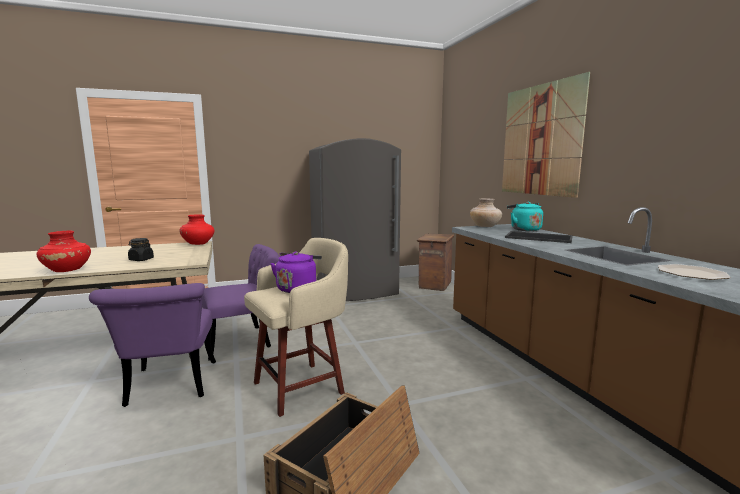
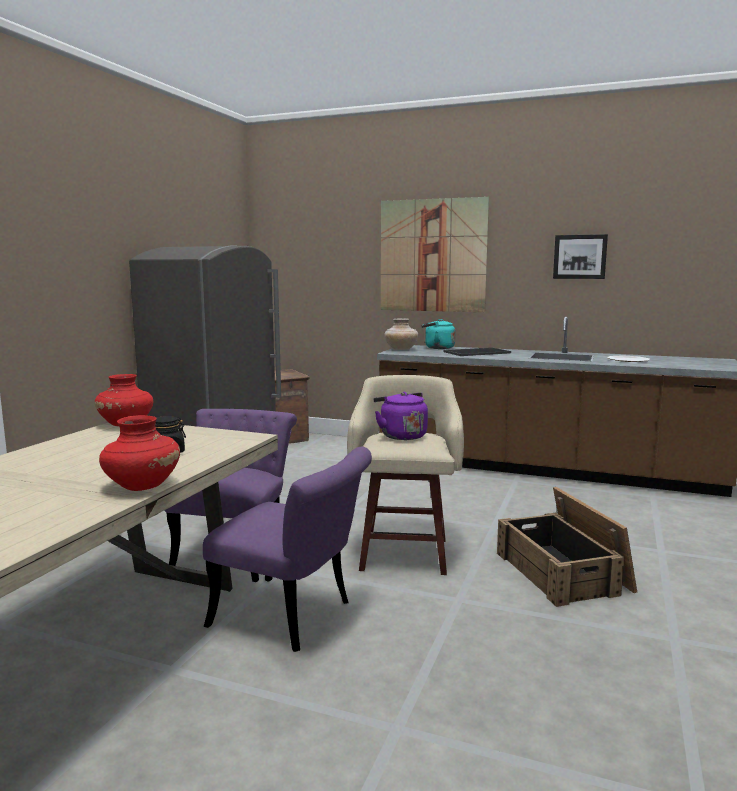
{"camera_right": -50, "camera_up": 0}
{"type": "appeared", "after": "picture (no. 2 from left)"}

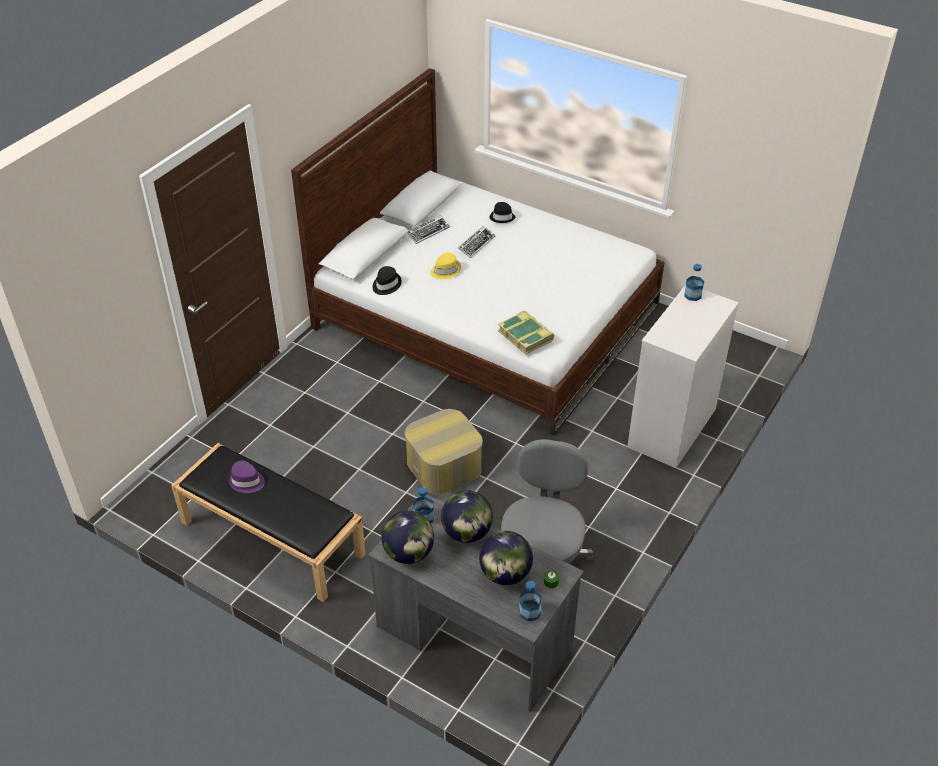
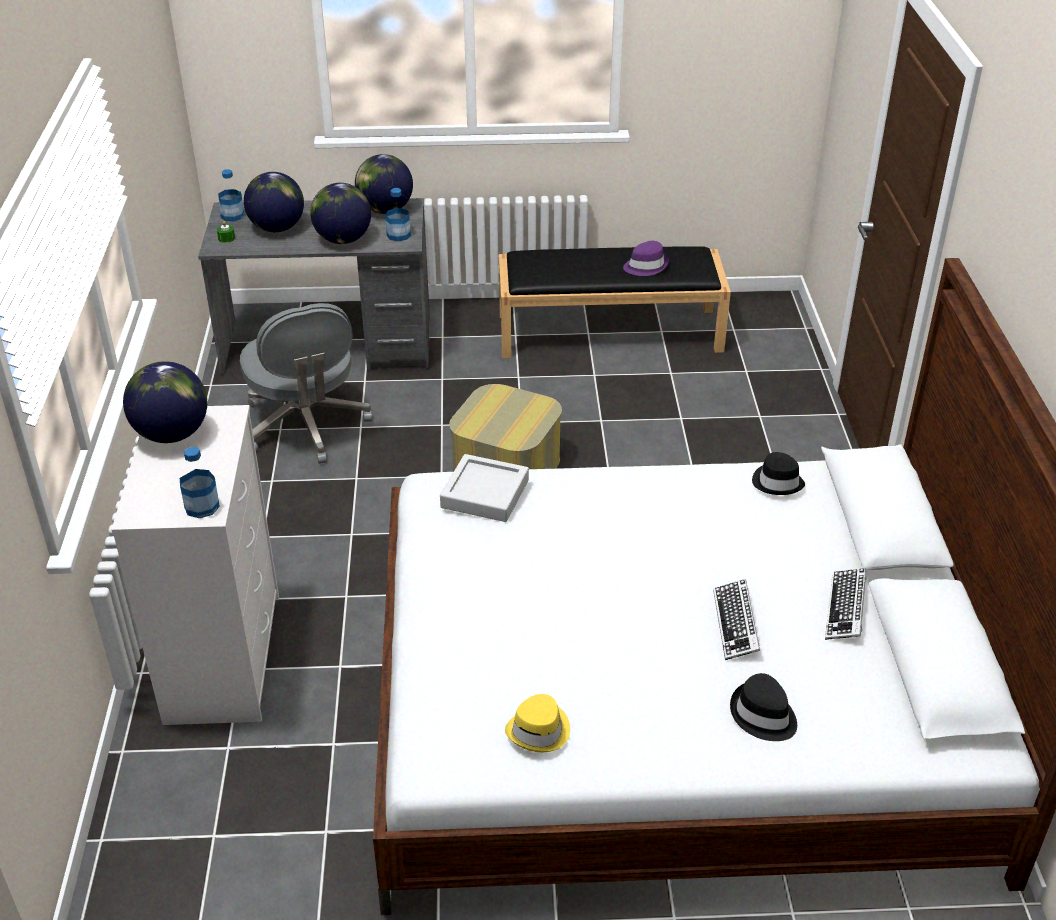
{"camera_right": 145, "camera_up": -5}
{"type": "appeared", "after": "world globe (no. 1 from left)"}
{"type": "relocated", "before": "yellow hat"}
{"type": "exchanged", "before": "book", "after": "greyish carrying tray"}

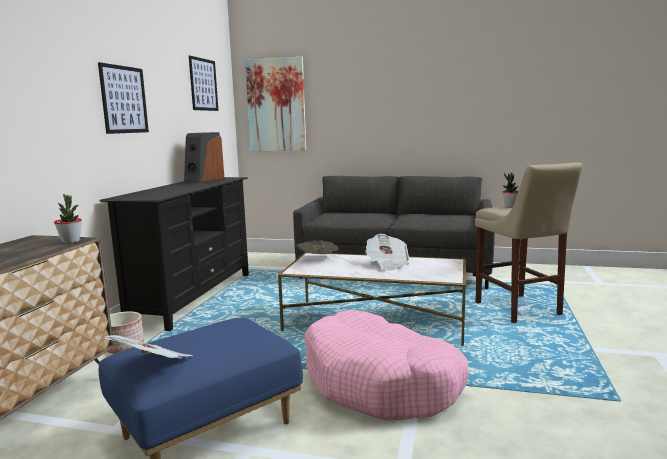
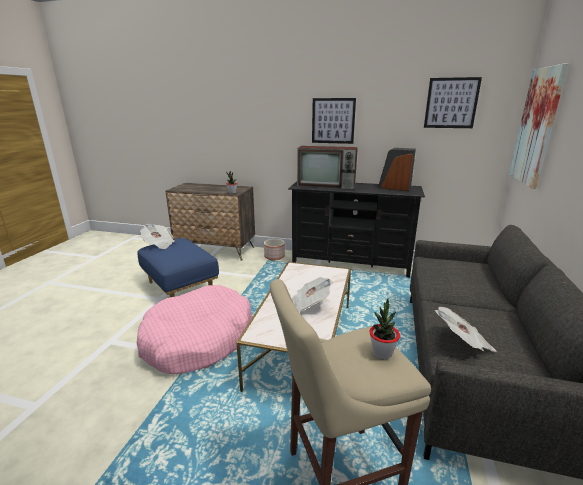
{"camera_right": 90, "camera_up": 10}
{"type": "appeared", "after": "TV set"}
{"type": "relocated", "before": "daily paper (no. 2 from left in the first image)", "after": "daily paper (no. 3 from left)"}

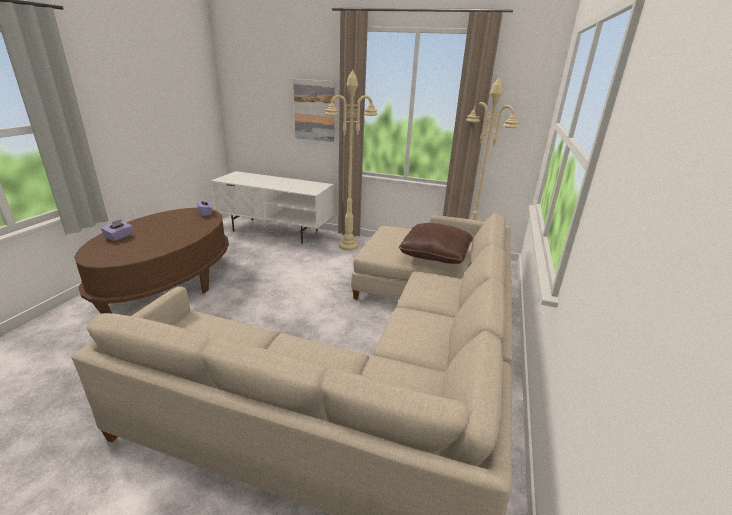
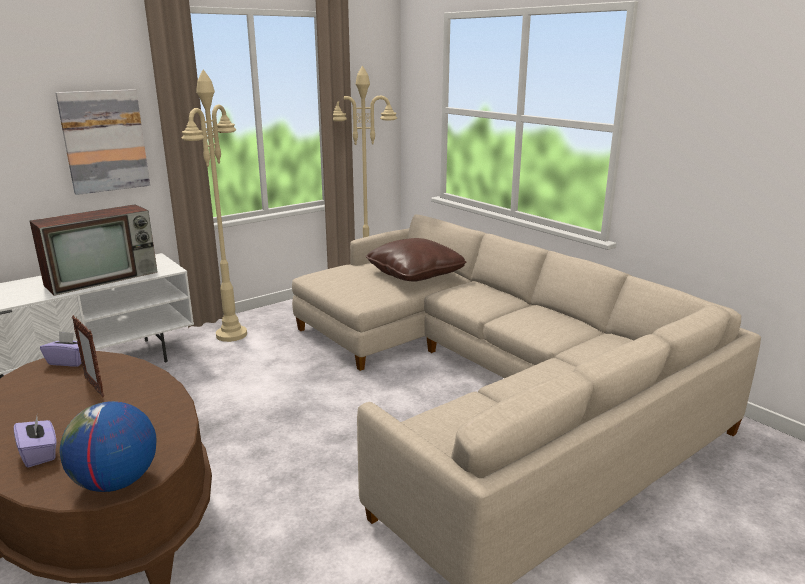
{"camera_right": -55, "camera_up": -5}
{"type": "appeared", "after": "TV set"}
{"type": "appeared", "after": "world globe"}
{"type": "appeared", "after": "photo frame"}

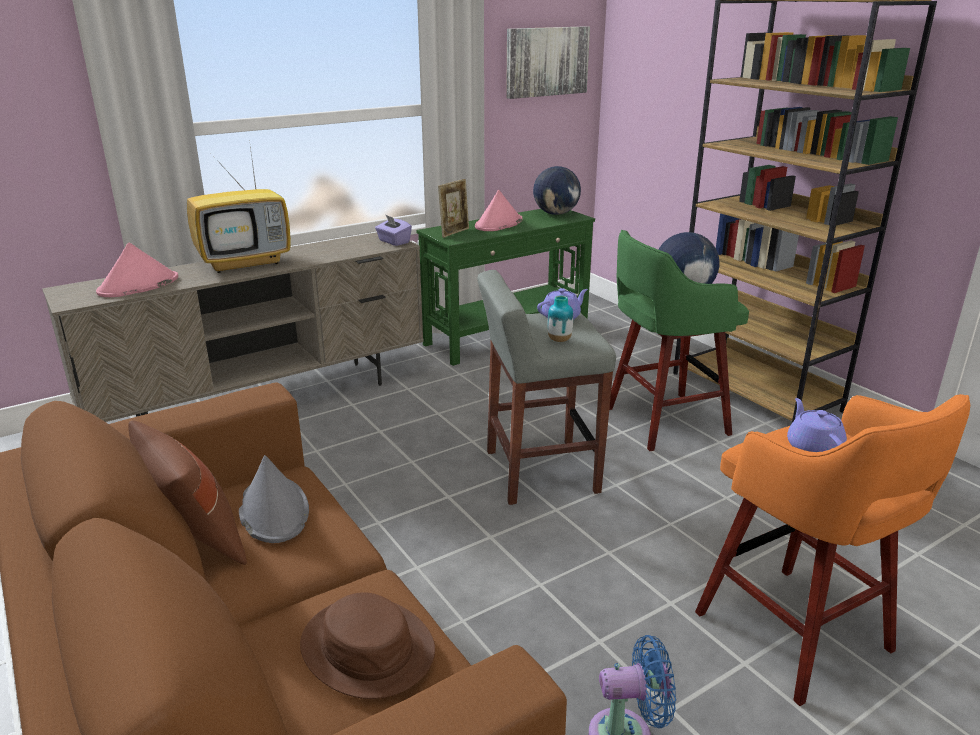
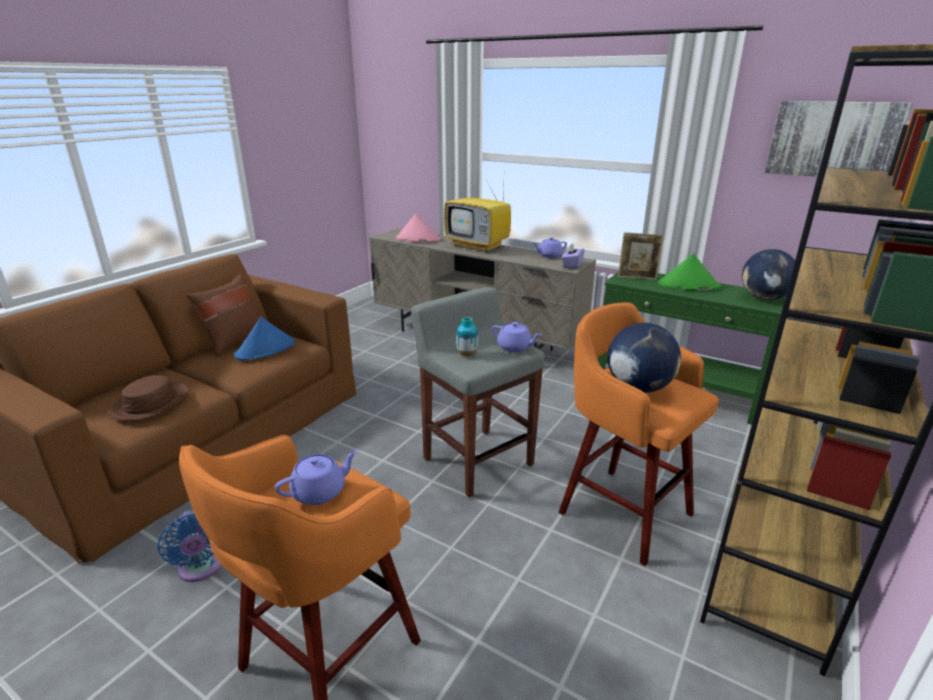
{"camera_right": 65, "camera_up": 0}
{"type": "appeared", "after": "purple teapot (no. 3 from left)"}
{"type": "colour", "before": "greyish hat", "after": "blue-coloured hat"}
{"type": "colour", "before": "pinkish hat (no. 2 from left)", "after": "green hat"}
{"type": "colour", "before": "green stool seat", "after": "orange stool seat (no. 2 from left)"}

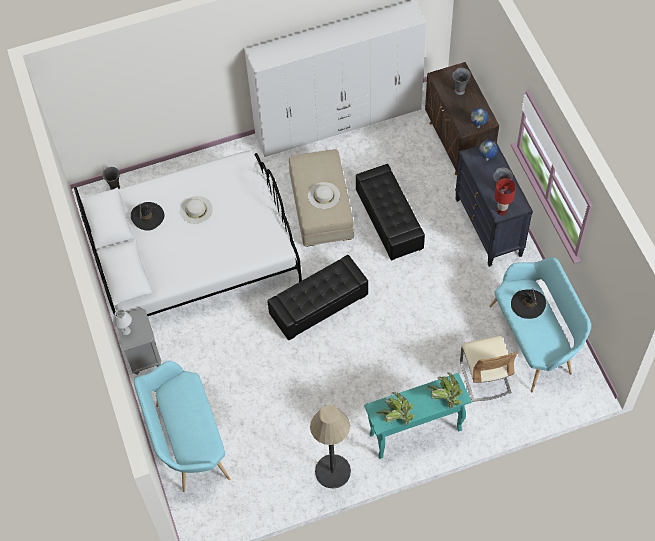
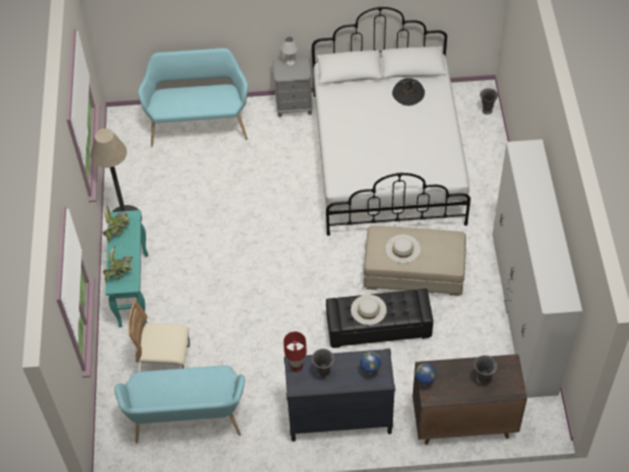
{"camera_right": 105, "camera_up": -5}
{"type": "missing", "before": "blackish ottoman (no. 1 from left)"}
{"type": "missing", "before": "blackish hat (no. 2 from left)"}
{"type": "relocated", "before": "white-coloured hat (no. 1 from left)"}

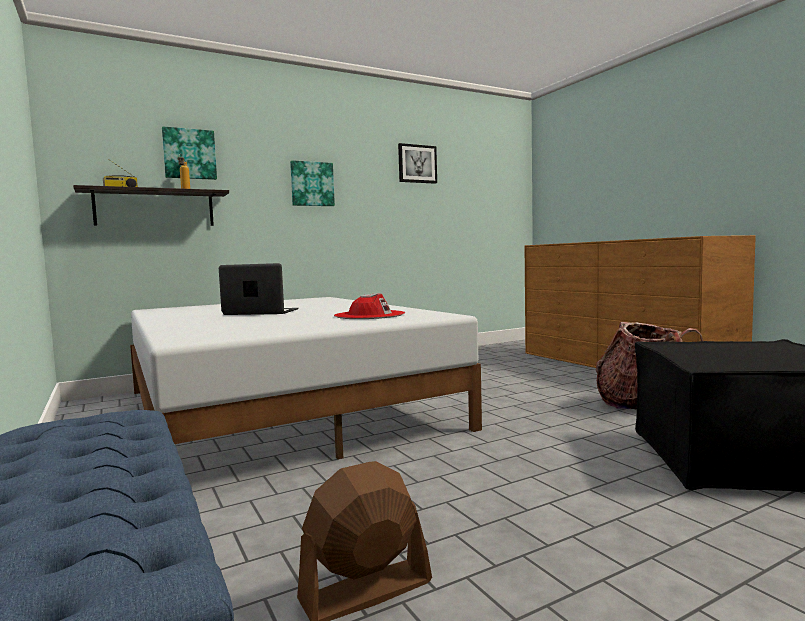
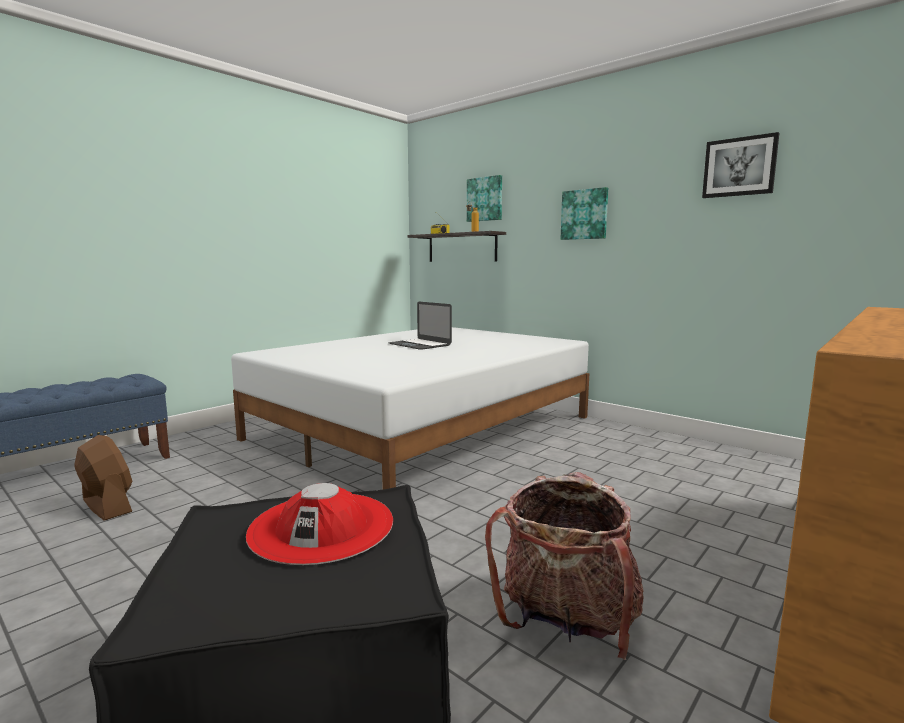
{"camera_right": 70, "camera_up": 5}
{"type": "relocated", "before": "reddish hat"}
{"type": "spun", "before": "laptop", "turn": 150}

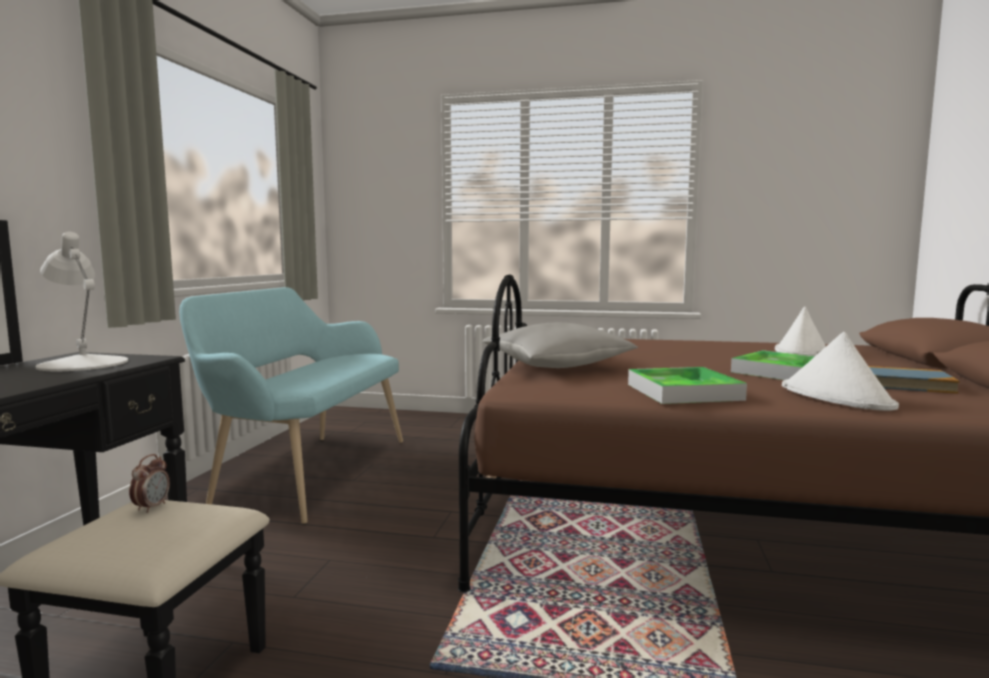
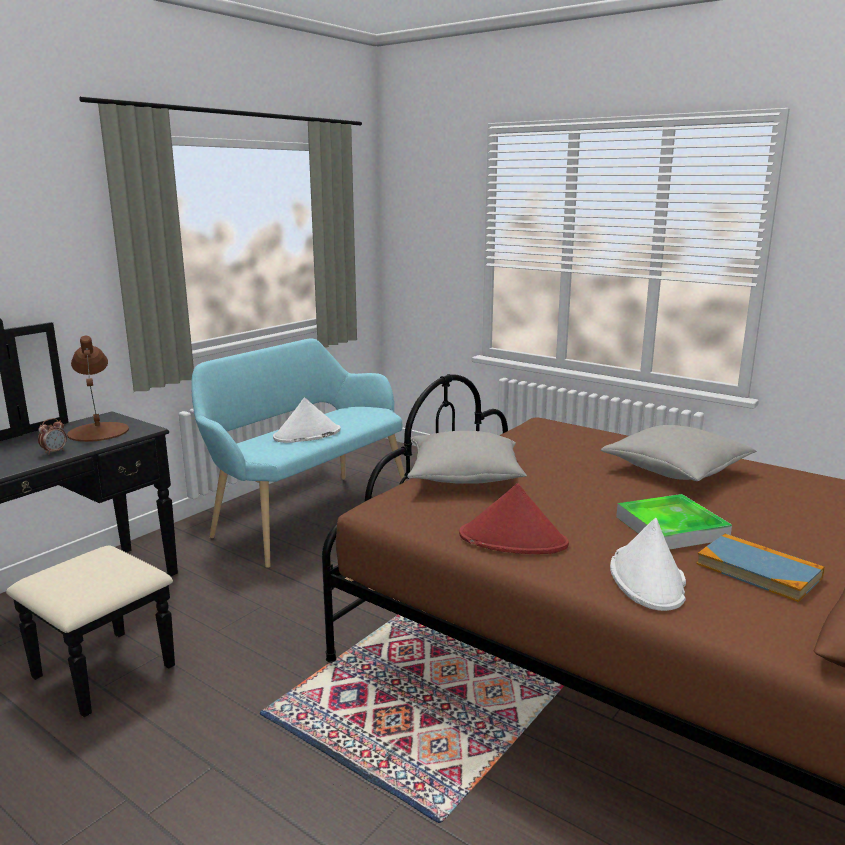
{"camera_right": 25, "camera_up": 10}
{"type": "appeared", "after": "greyish pillow (no. 2 from left)"}
{"type": "relocated", "before": "table clock"}
{"type": "relocated", "before": "white-coloured hat (no. 1 from left)"}
{"type": "exchanged", "before": "carrying tray (no. 1 from left)", "after": "reddish hat"}
{"type": "colour", "before": "white-coloured table lamp", "after": "brown-coloured table lamp"}

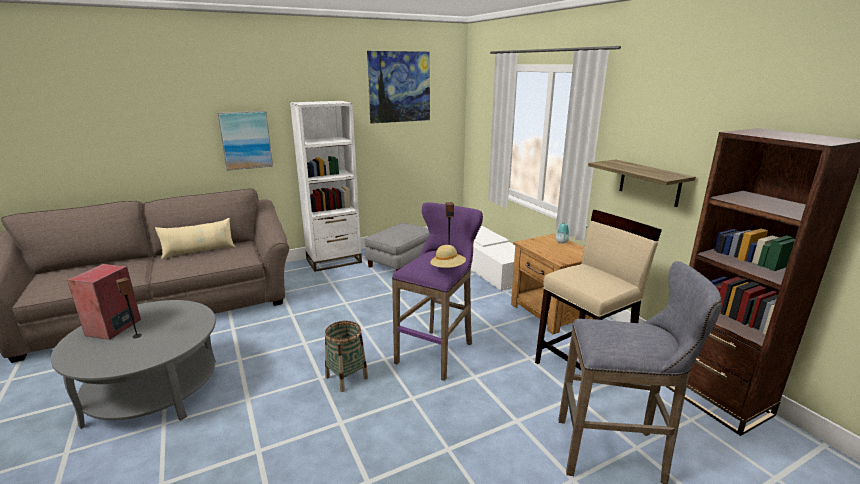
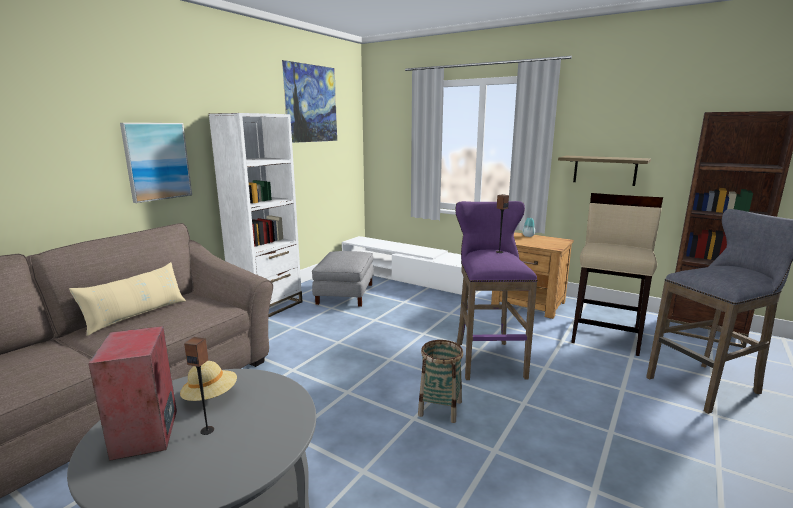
{"camera_right": -30, "camera_up": -5}
{"type": "relocated", "before": "sand-coloured hat"}

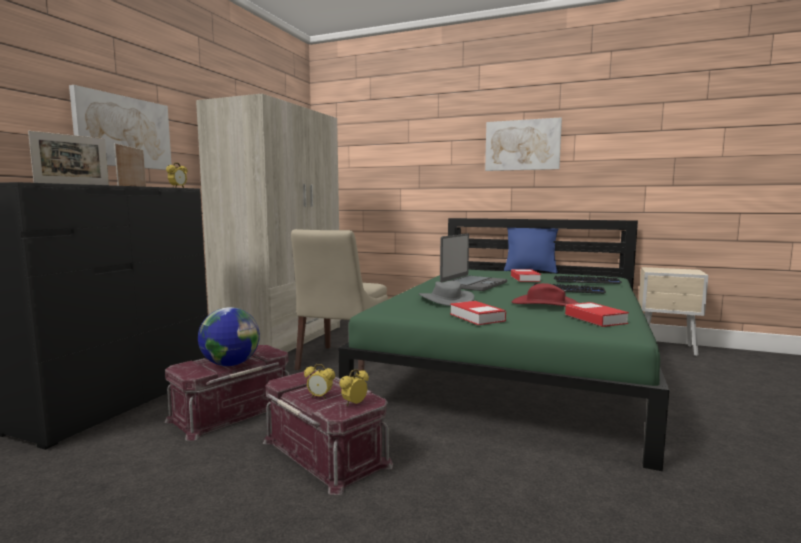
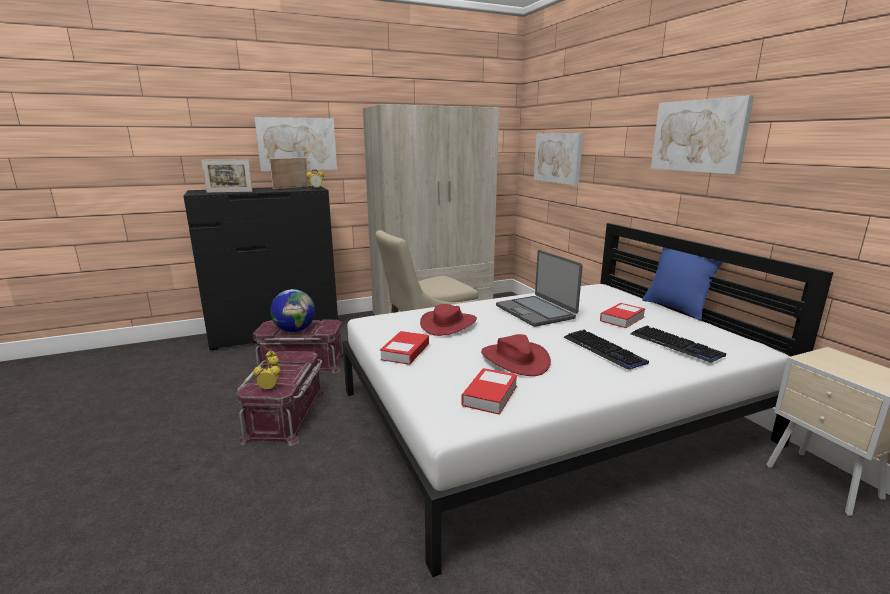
{"camera_right": 45, "camera_up": 10}
{"type": "appeared", "after": "picture (no. 2 from left)"}
{"type": "colour", "before": "green bed", "after": "white-coloured bed"}
{"type": "colour", "before": "greyish hat", "after": "reddish hat (no. 1 from left)"}
{"type": "spun", "before": "laptop", "turn": 75}

